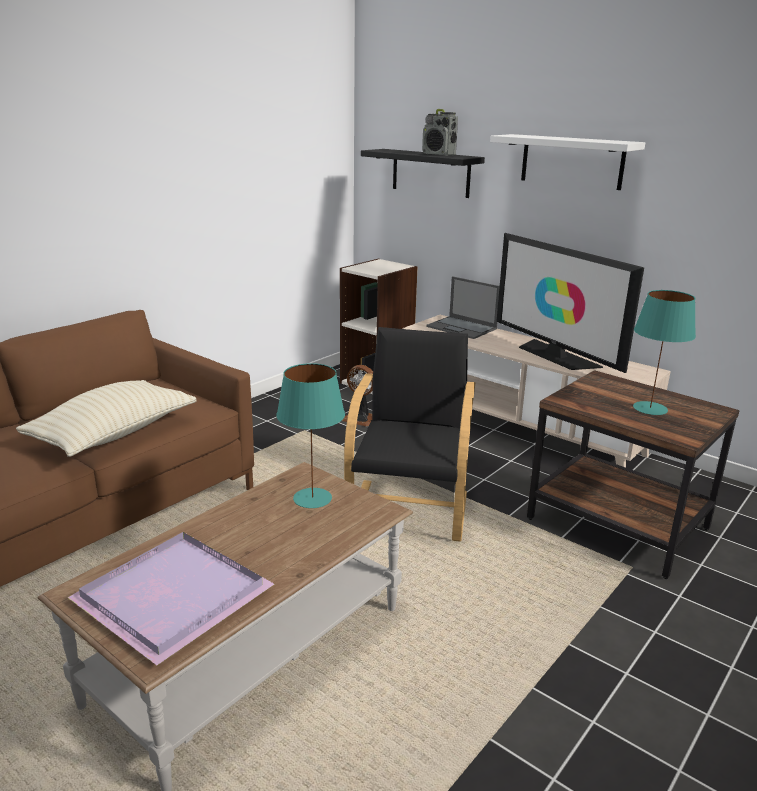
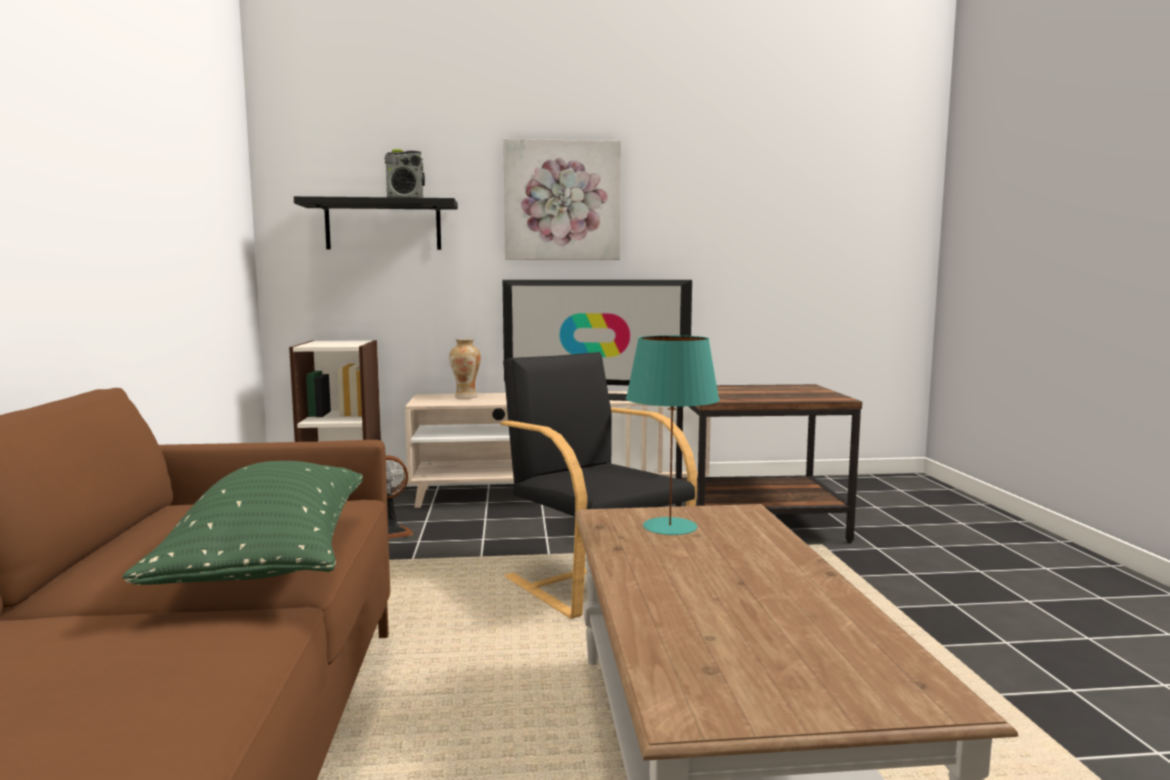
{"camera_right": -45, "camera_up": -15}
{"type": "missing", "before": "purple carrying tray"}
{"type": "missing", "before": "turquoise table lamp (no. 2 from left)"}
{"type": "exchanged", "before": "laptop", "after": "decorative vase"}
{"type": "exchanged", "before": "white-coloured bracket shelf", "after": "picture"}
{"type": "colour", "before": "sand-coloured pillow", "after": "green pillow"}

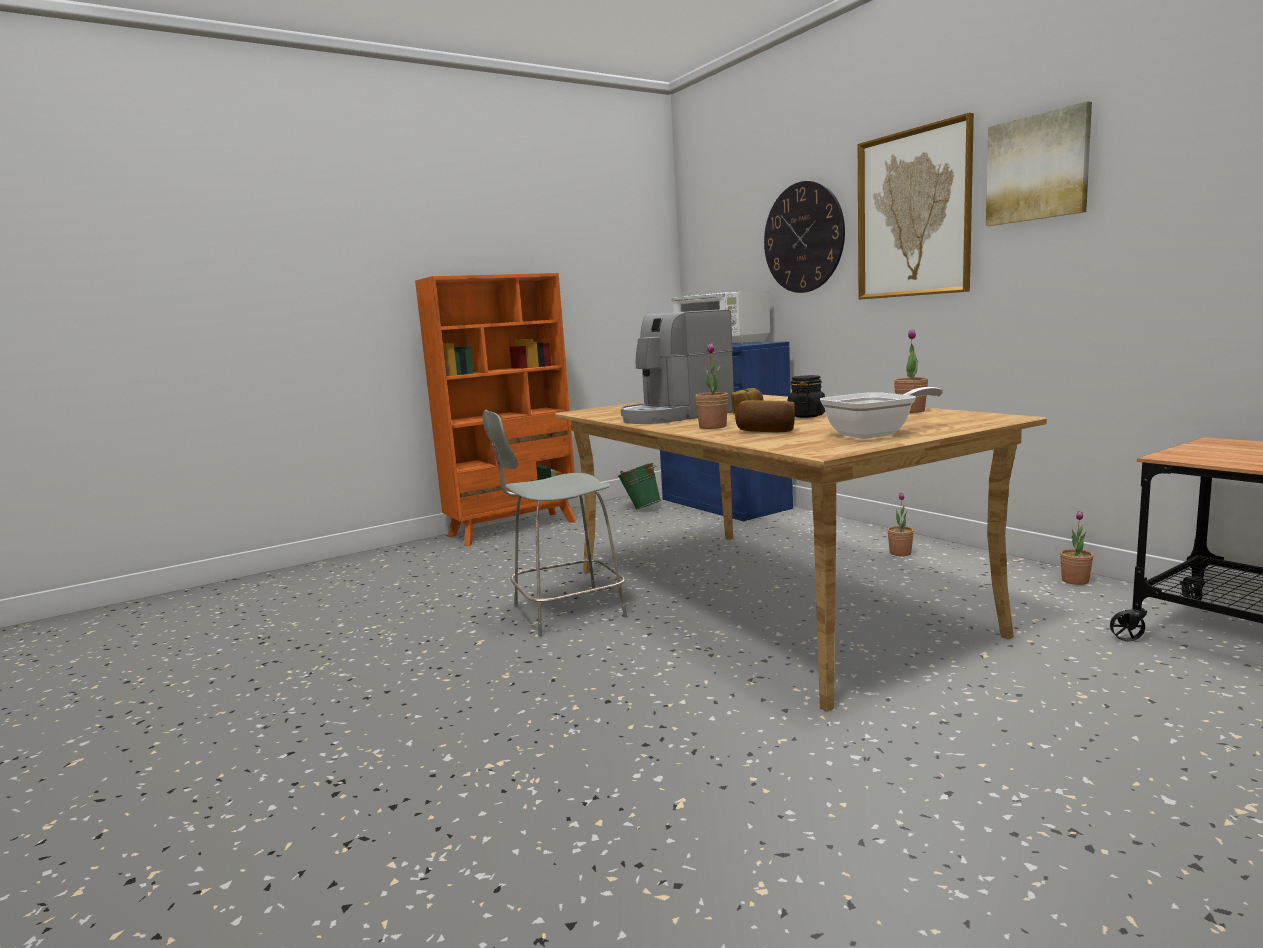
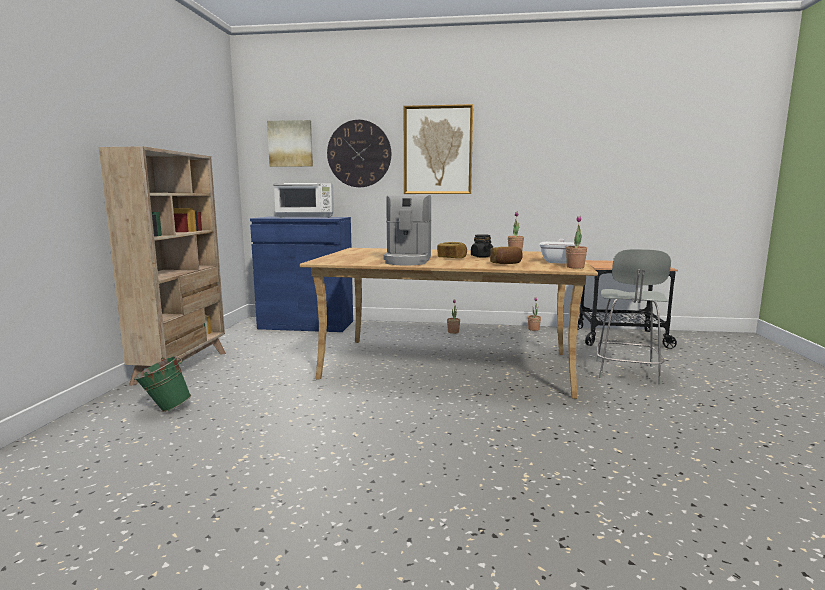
{"camera_right": -50, "camera_up": 0}
{"type": "relocated", "before": "greyish plain chair"}
{"type": "relocated", "before": "green water bucket"}
{"type": "relocated", "before": "houseplant (no. 1 from left in the first image)", "after": "houseplant (no. 4 from left)"}
{"type": "relocated", "before": "picture (no. 2 from left in the first image)", "after": "picture (no. 1 from left)"}
{"type": "colour", "before": "orange bookcase", "after": "sand-coloured bookcase"}

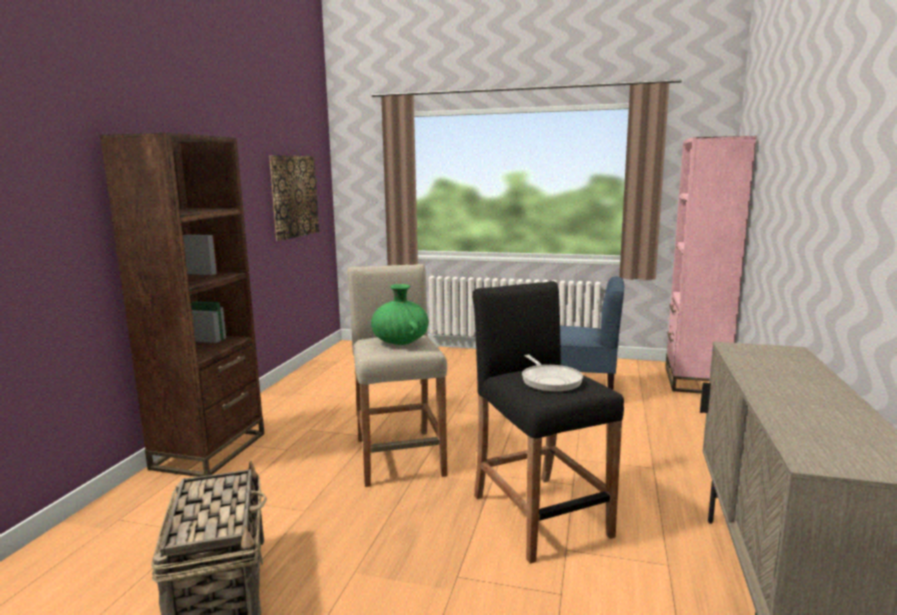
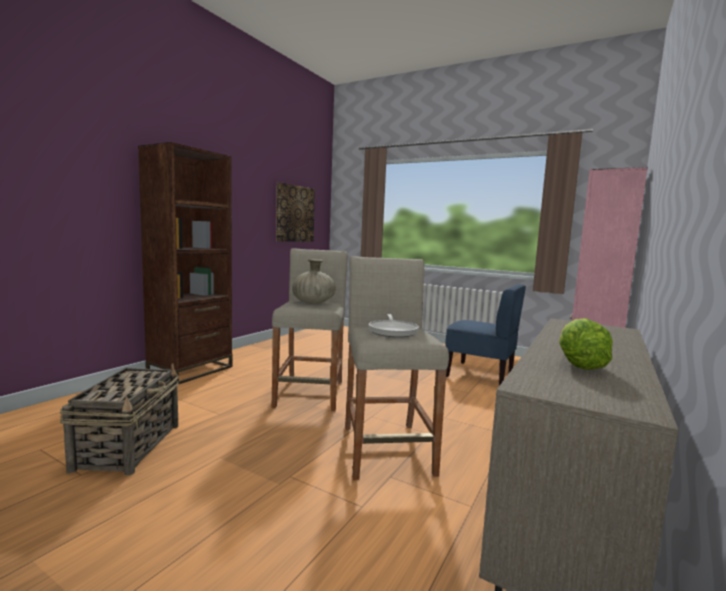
{"camera_right": 15, "camera_up": -5}
{"type": "appeared", "after": "lettuce head"}
{"type": "colour", "before": "green decorative vase", "after": "sand-coloured decorative vase"}
{"type": "colour", "before": "blackish stool seat", "after": "sand-coloured stool seat (no. 2 from left)"}

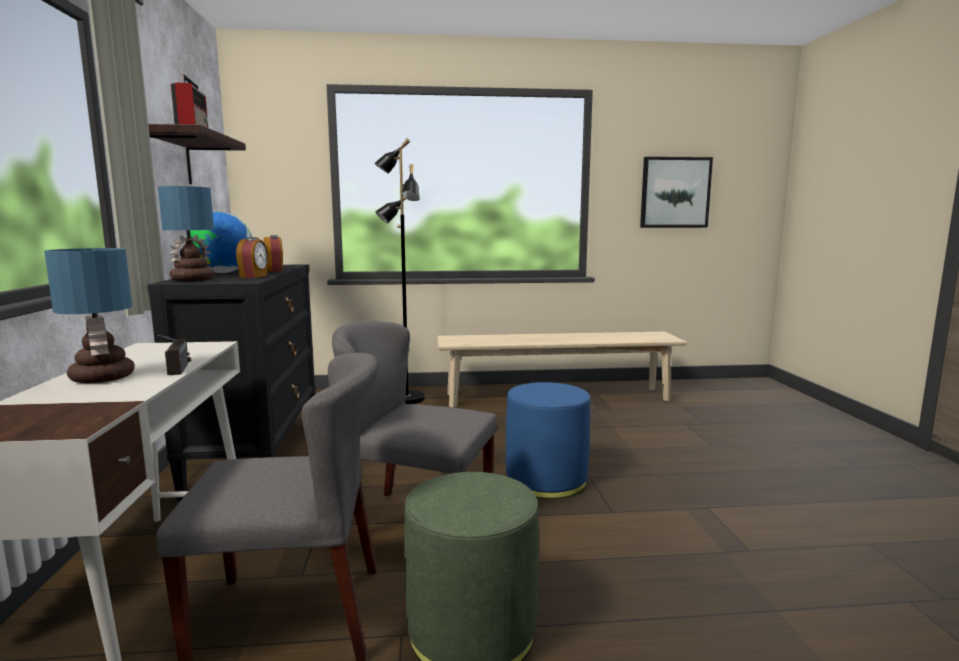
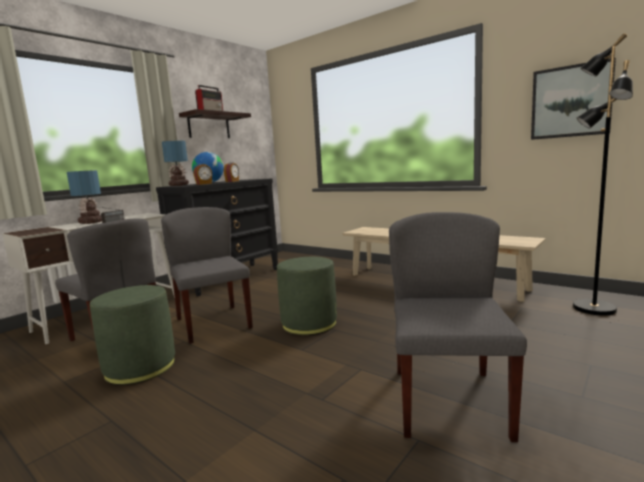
{"camera_right": 45, "camera_up": 0}
{"type": "appeared", "after": "greyish plain chair (no. 3 from left)"}
{"type": "relocated", "before": "blackish floor lamp"}
{"type": "colour", "before": "blue-coloured ottoman", "after": "green ottoman (no. 2 from left)"}

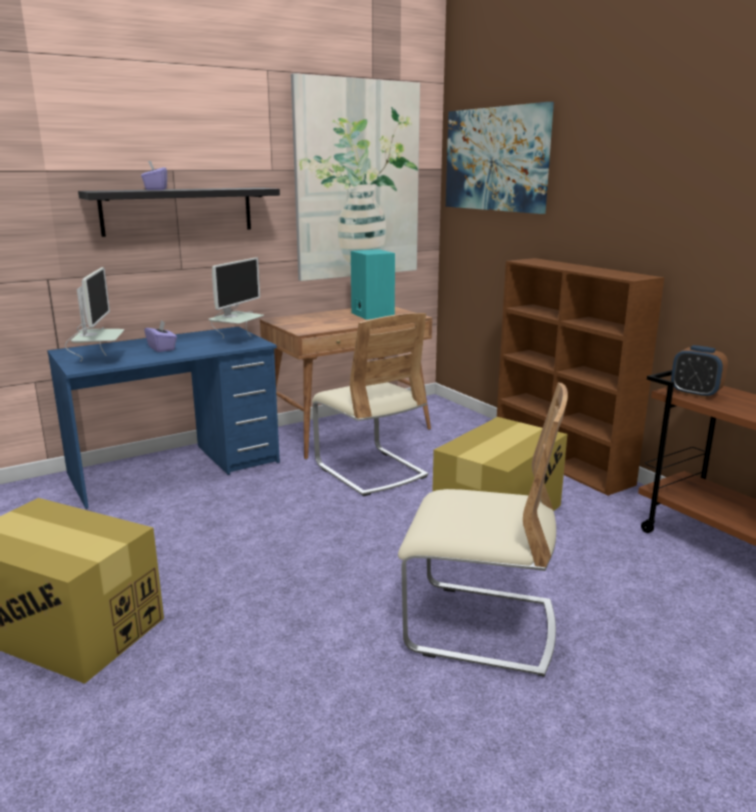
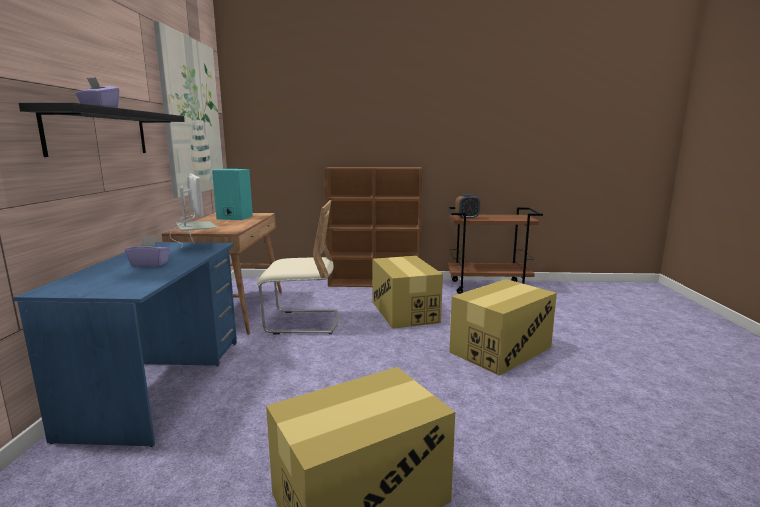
{"camera_right": -55, "camera_up": -5}
{"type": "missing", "before": "monitor (no. 1 from left)"}
{"type": "missing", "before": "picture (no. 2 from left)"}
{"type": "exchanged", "before": "sand-coloured plain chair (no. 2 from left)", "after": "carton (no. 3 from left)"}

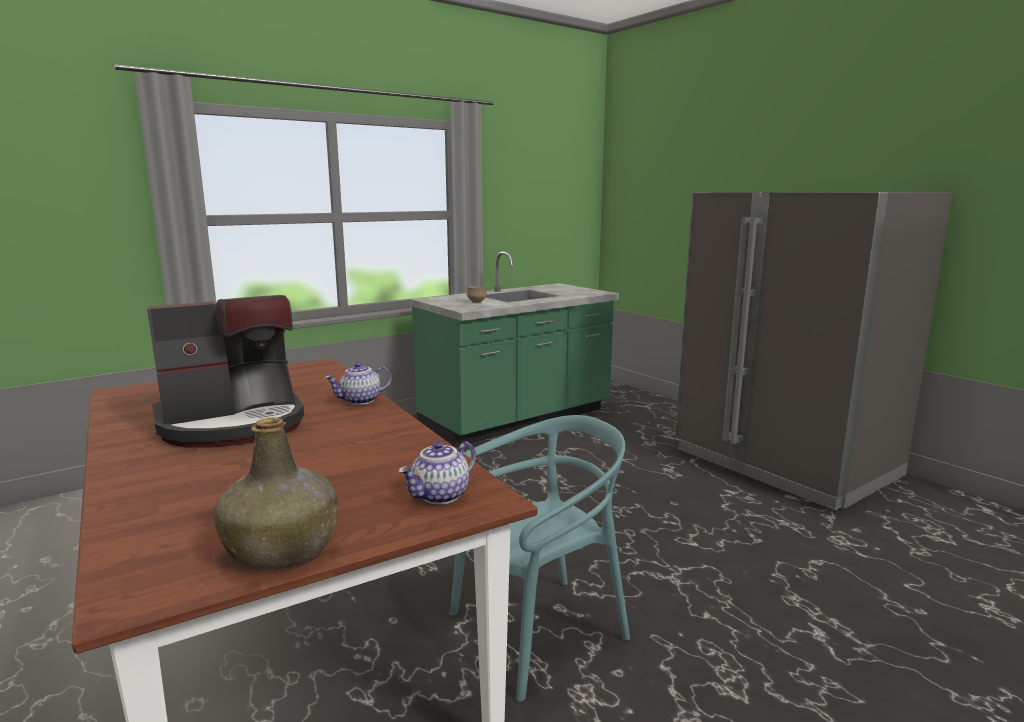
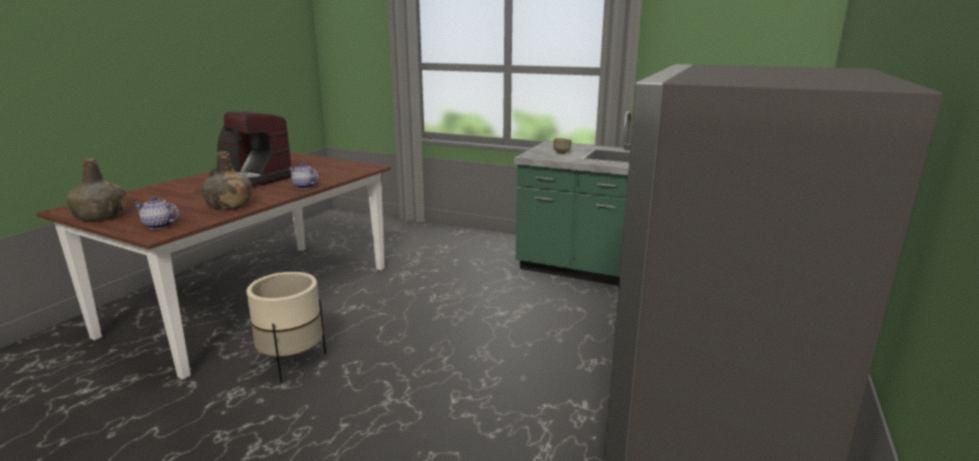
{"camera_right": 60, "camera_up": 5}
{"type": "appeared", "after": "green bottle (no. 2 from left)"}
{"type": "exchanged", "before": "turquoise plain chair", "after": "sand-coloured plant pot"}

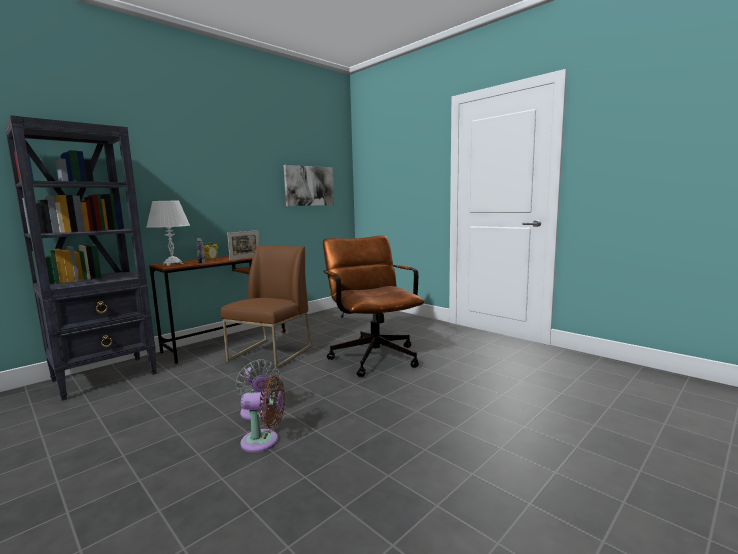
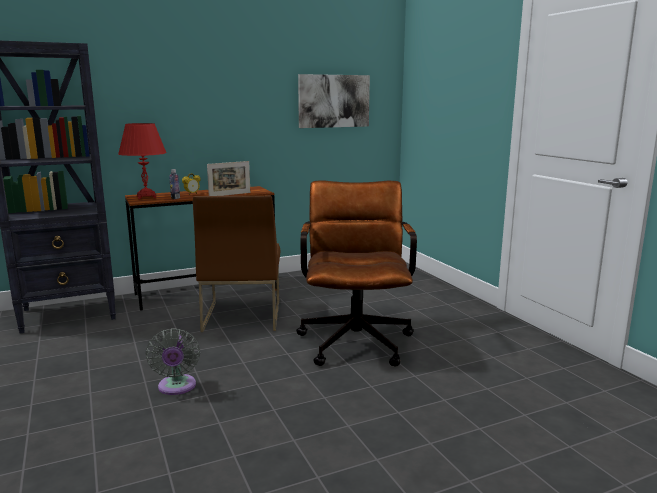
{"camera_right": 20, "camera_up": 5}
{"type": "missing", "before": "brown-coloured electric fan"}
{"type": "colour", "before": "white-coloured table lamp", "after": "reddish table lamp"}
{"type": "spun", "before": "brown-coloured plain chair", "turn": 135}

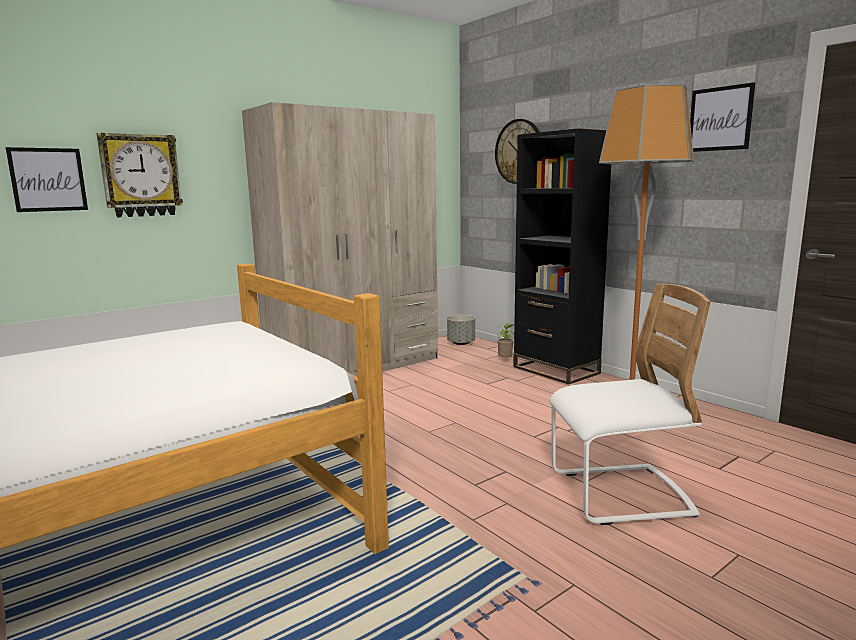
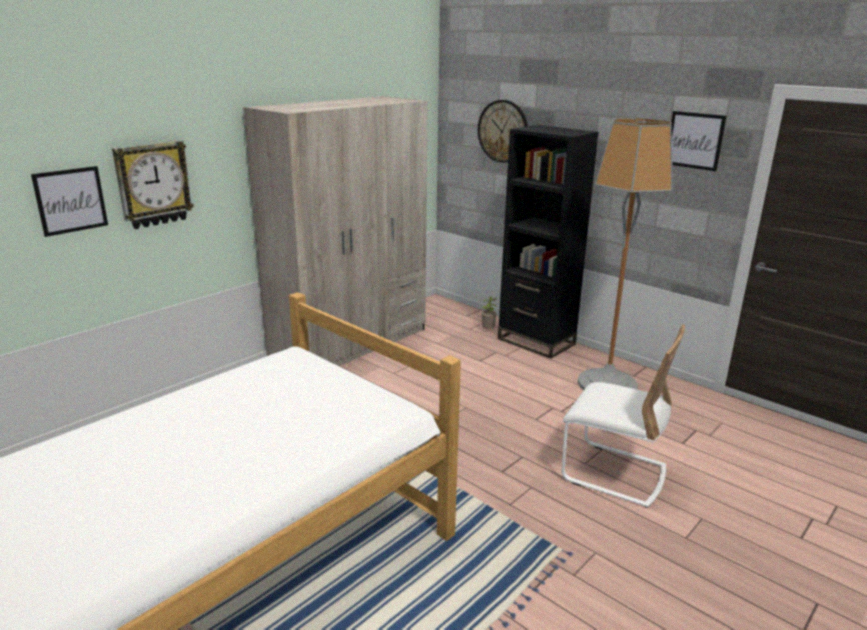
{"camera_right": -10, "camera_up": 10}
{"type": "missing", "before": "greyish plant pot"}
{"type": "spun", "before": "white-coloured plain chair", "turn": 45}

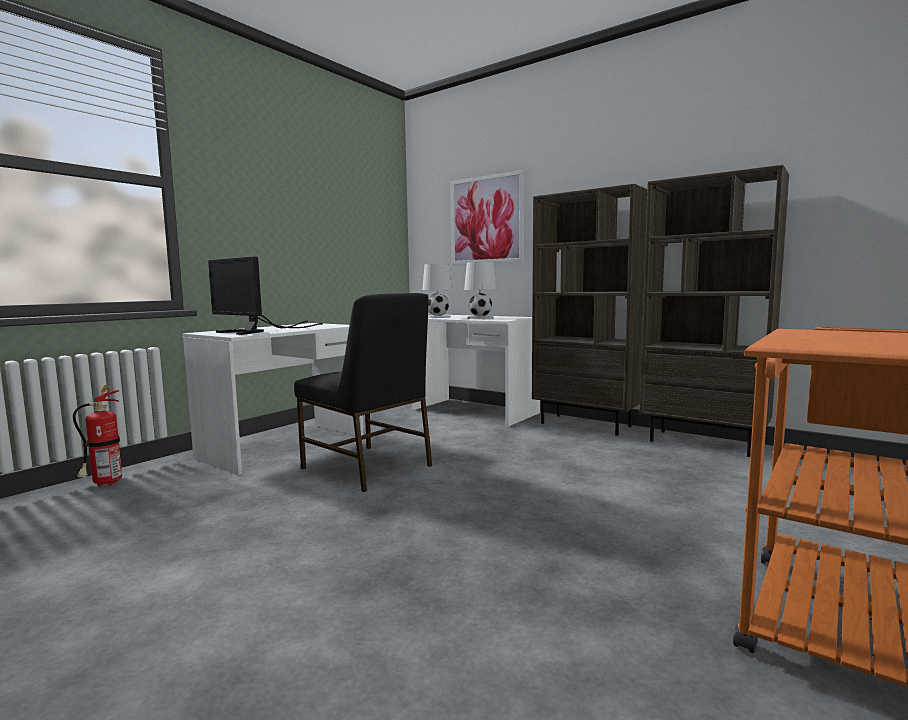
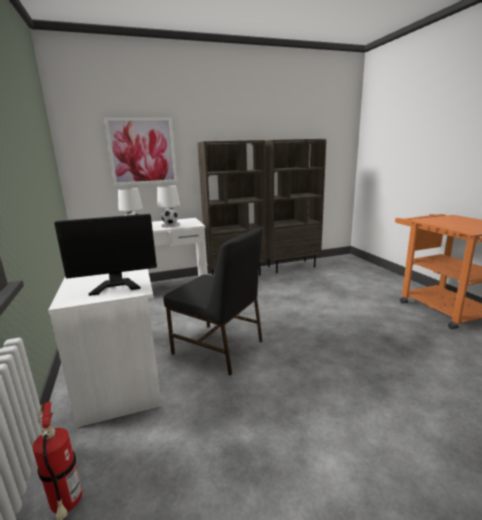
{"camera_right": -55, "camera_up": 10}
{"type": "spun", "before": "blackish plain chair", "turn": 45}

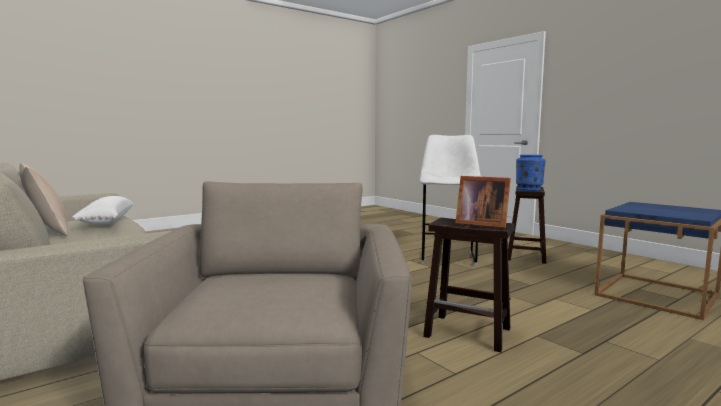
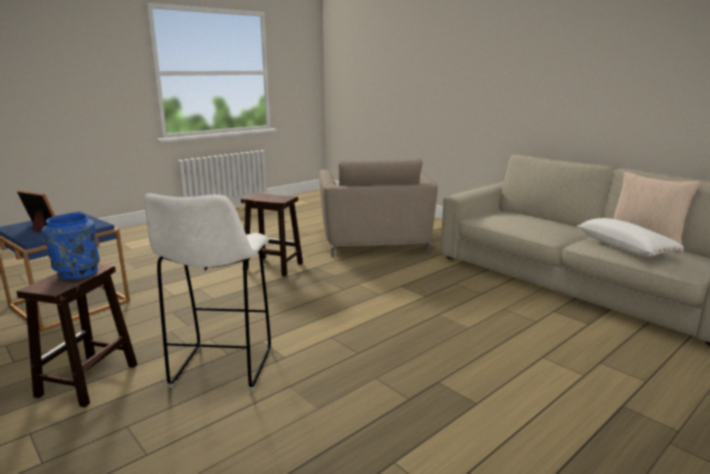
{"camera_right": 175, "camera_up": 10}
{"type": "relocated", "before": "photo frame"}

